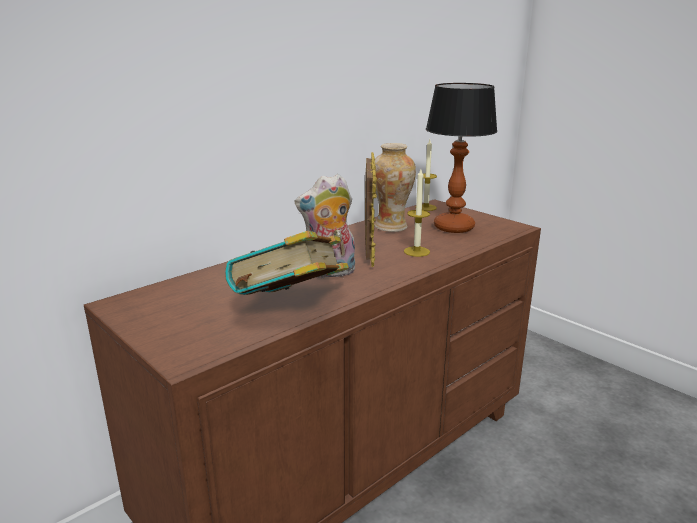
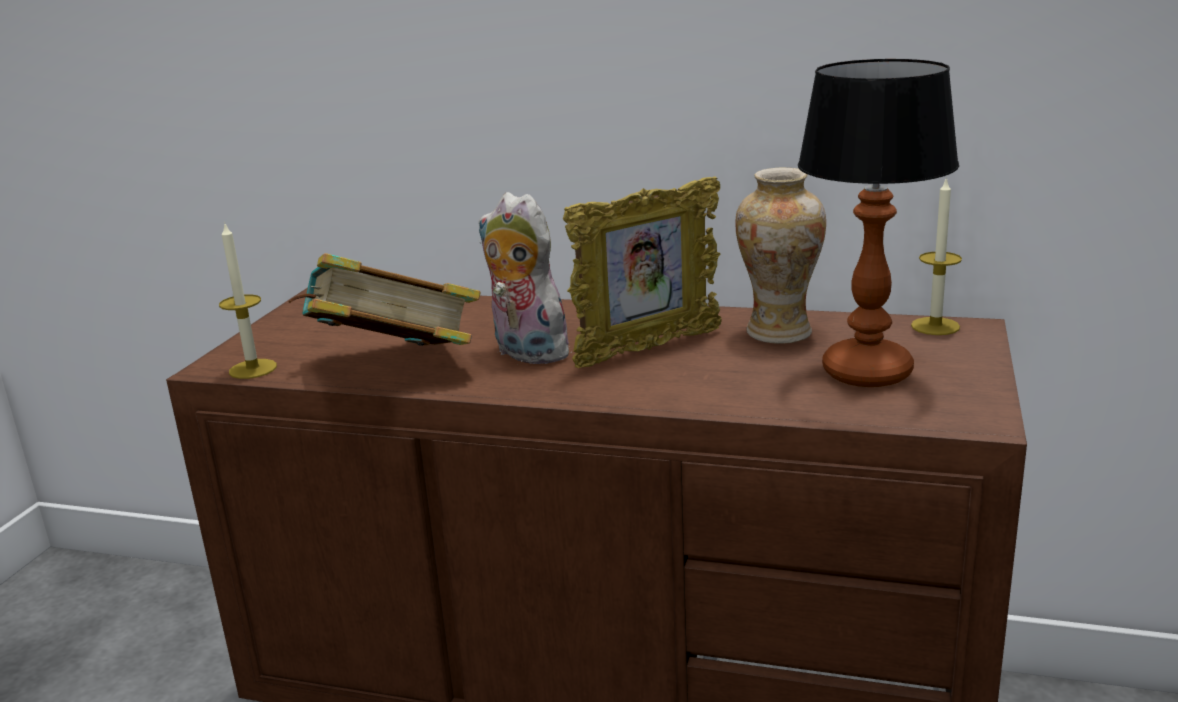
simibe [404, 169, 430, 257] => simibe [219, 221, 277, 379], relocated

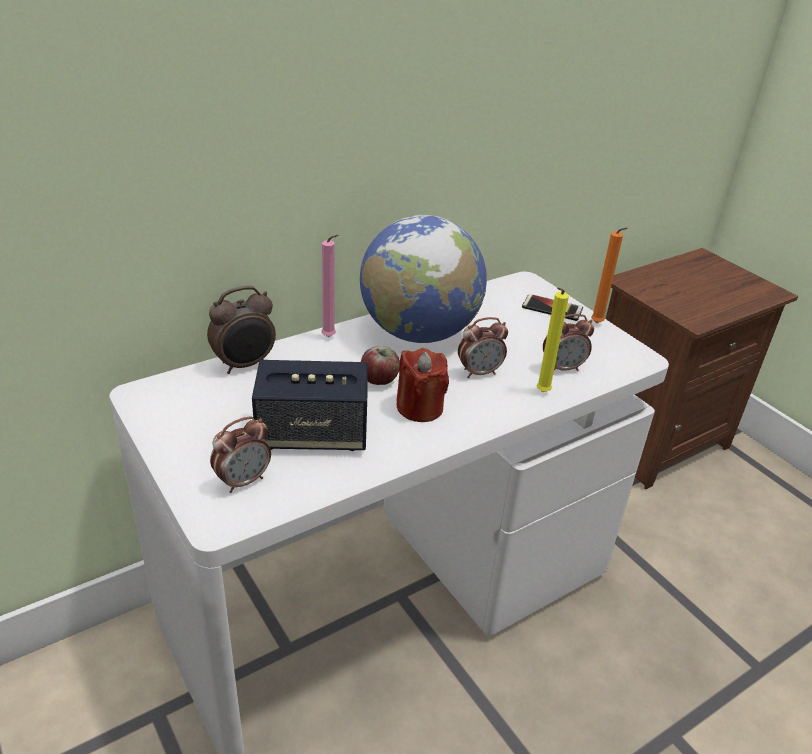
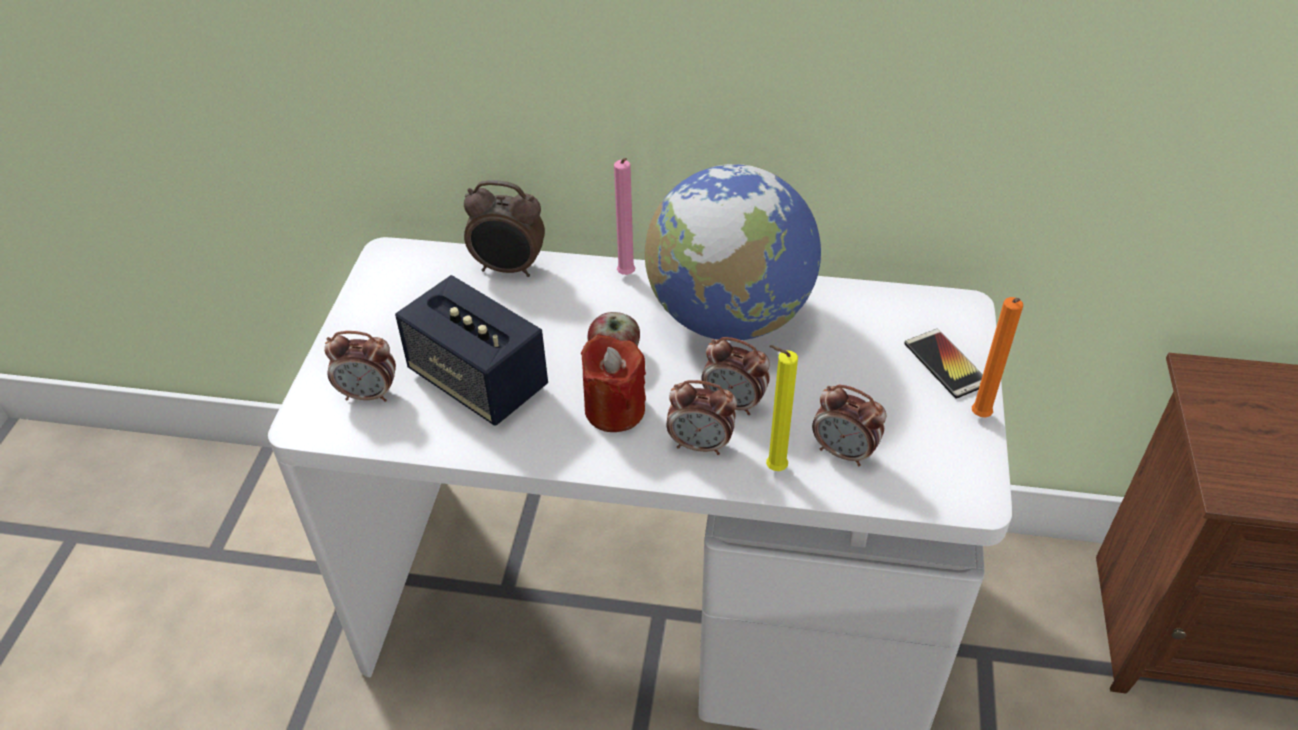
nothing => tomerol [666, 380, 737, 455]

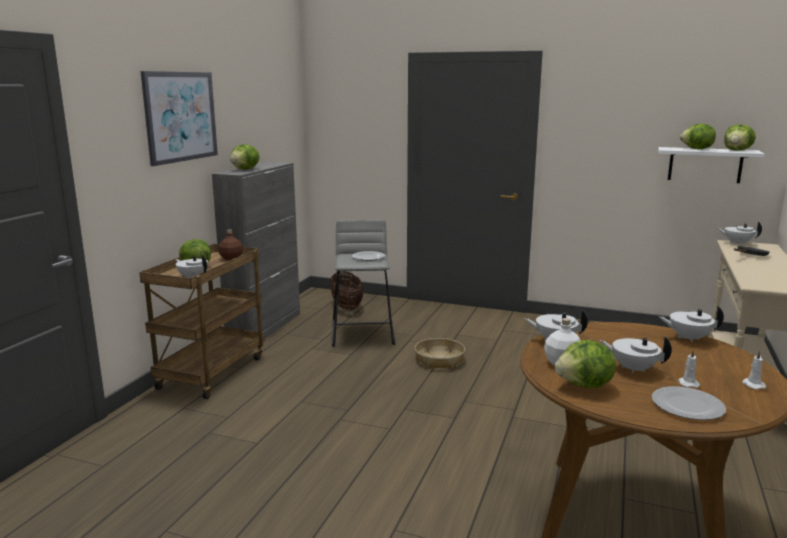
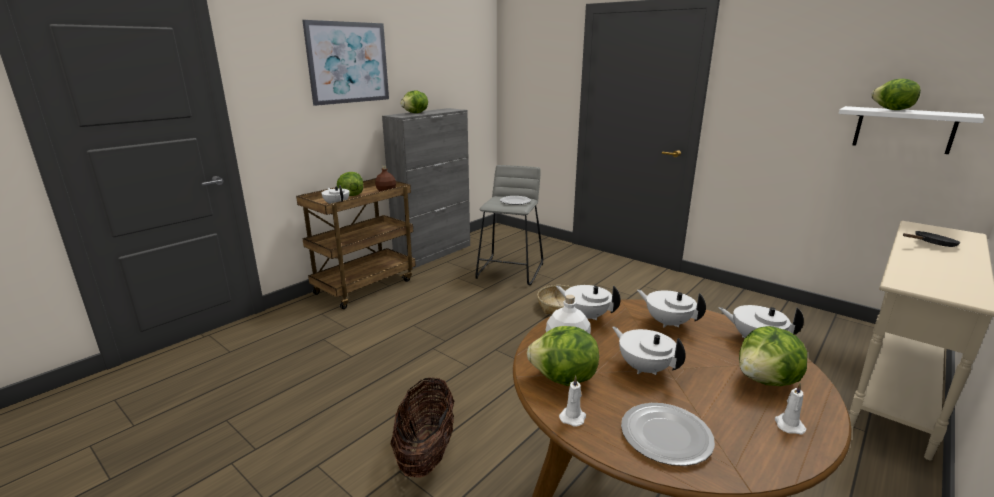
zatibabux [330, 272, 363, 310] => zatibabux [391, 377, 454, 478], relocated
simibe (white) [678, 349, 700, 388] => simibe (white) [559, 376, 586, 427], relocated
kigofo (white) [717, 222, 762, 245] => kigofo (white) [637, 290, 706, 328], relocated
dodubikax [724, 124, 756, 151] => dodubikax [739, 326, 807, 386], relocated

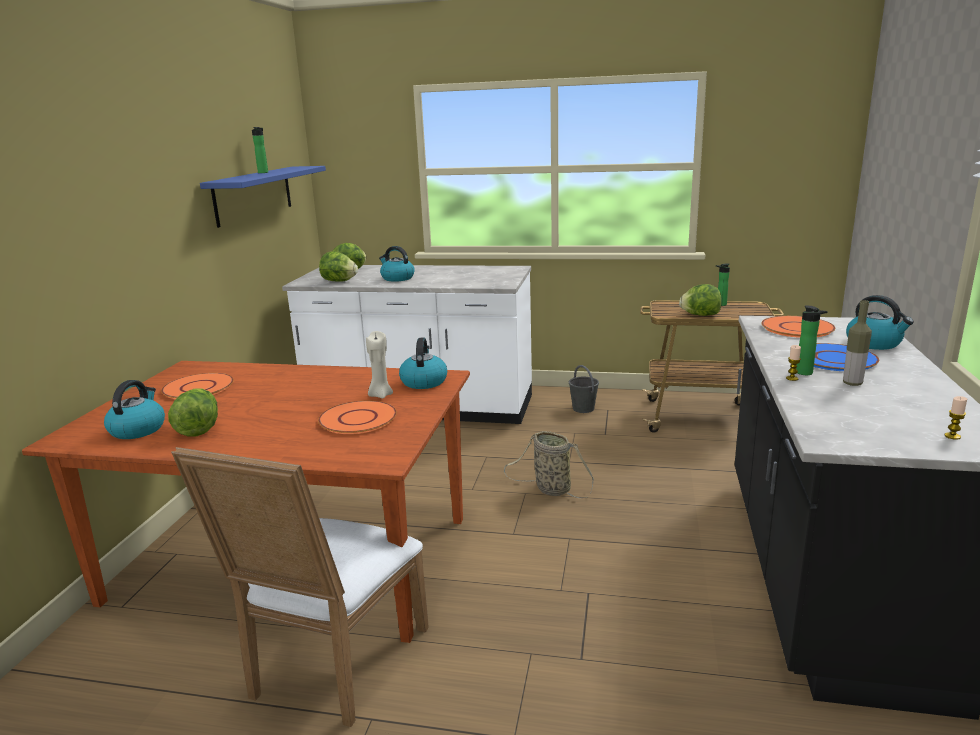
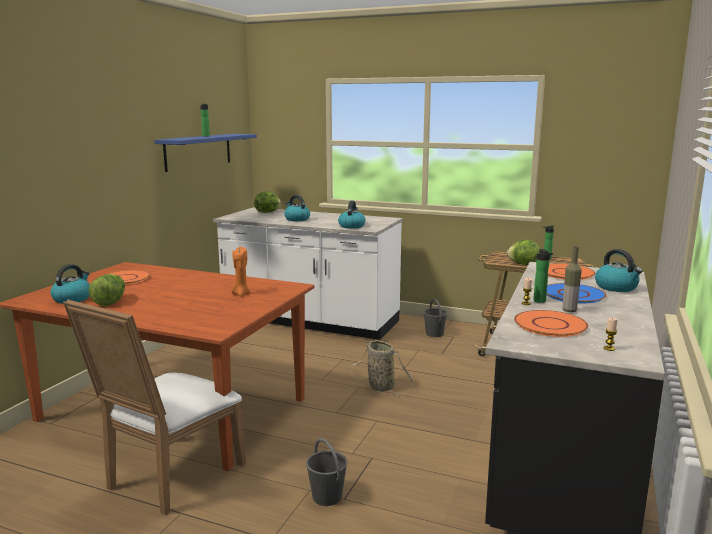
simibe (beige) [366, 331, 393, 399] => simibe (orange) [232, 247, 250, 296]
nothing => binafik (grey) [306, 438, 348, 506]
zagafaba [399, 338, 447, 389] => zagafaba [338, 201, 366, 229], relocated
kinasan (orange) [318, 400, 397, 434] => kinasan (orange) [514, 310, 588, 337], relocated
dodubikax [319, 251, 358, 282] => nothing

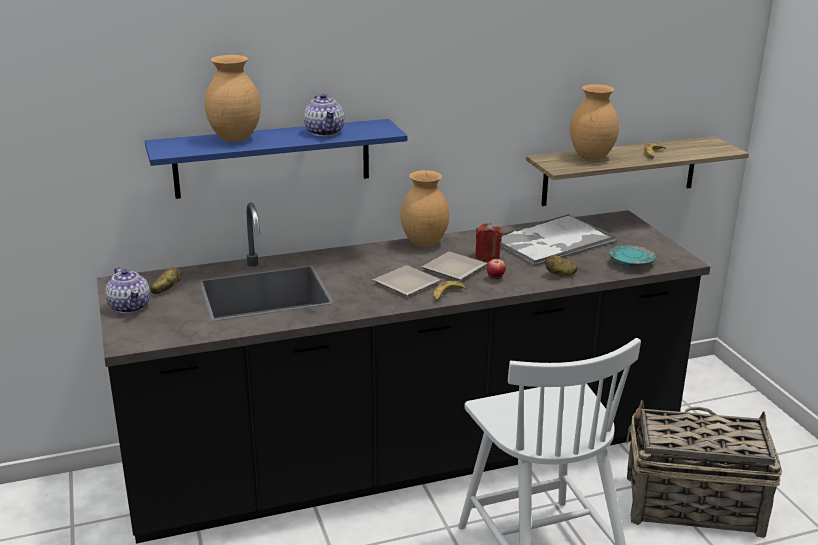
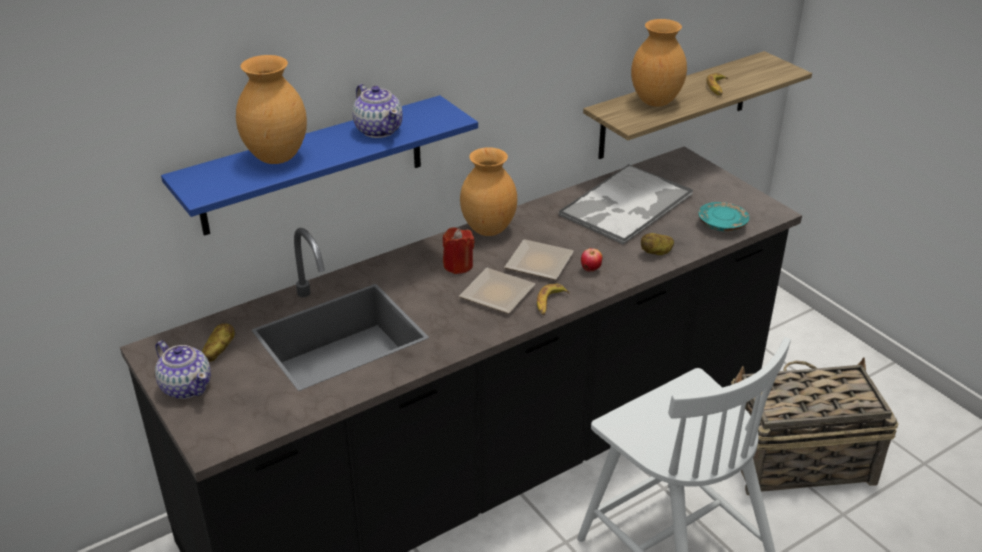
simibe (red) [475, 223, 502, 261] => simibe (red) [443, 227, 475, 274], relocated

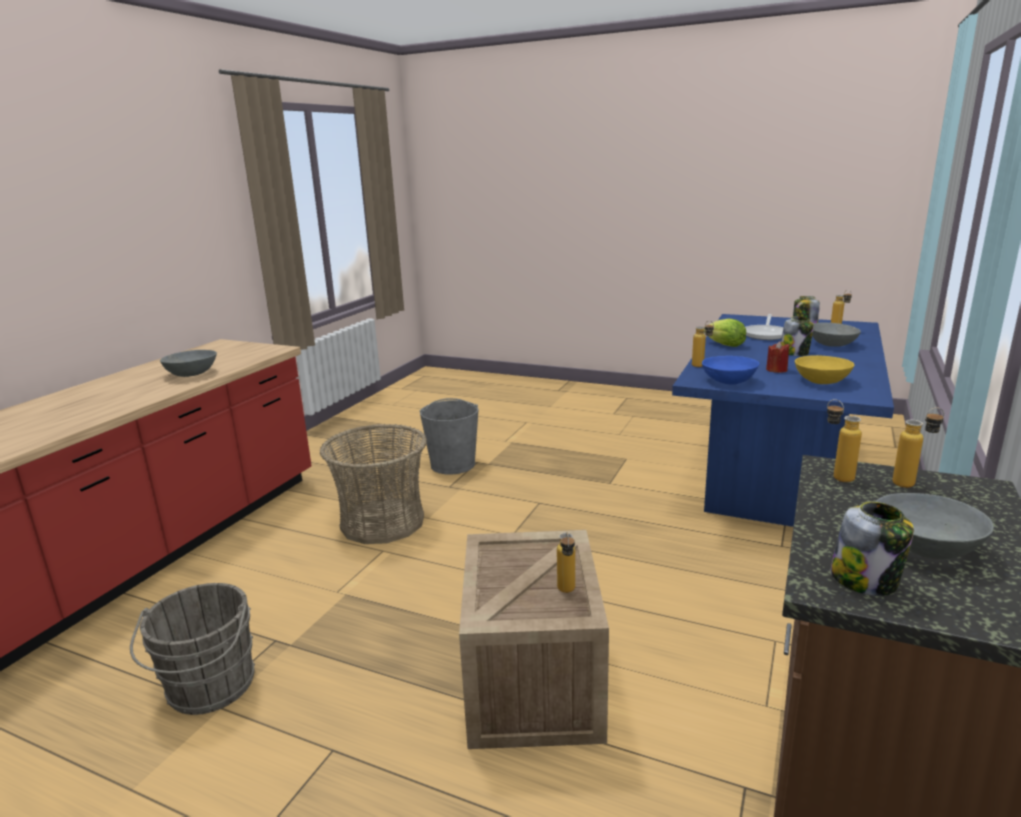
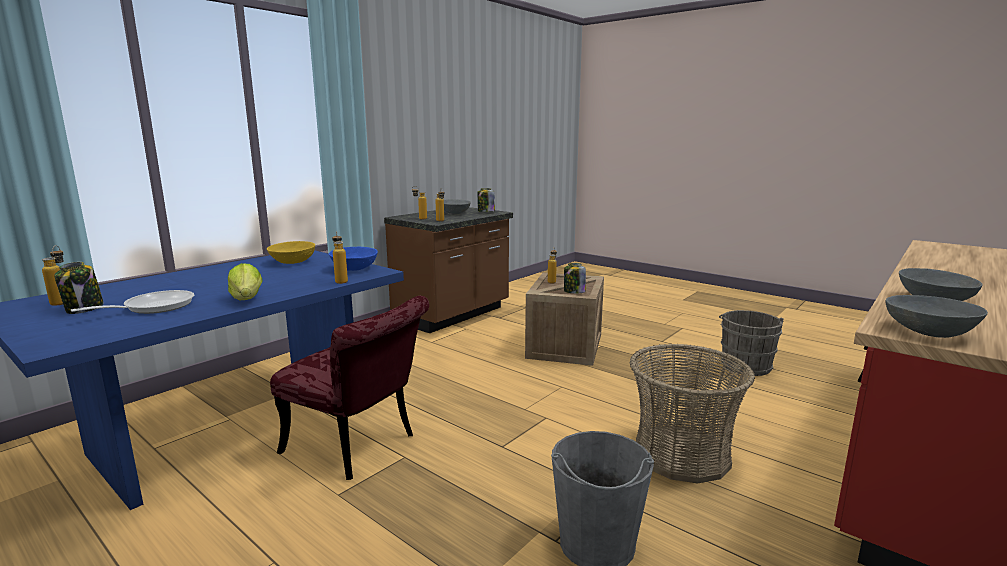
nothing => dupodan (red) [270, 296, 429, 480]
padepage [781, 316, 814, 356] => padepage [564, 263, 586, 293], relocated
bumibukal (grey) [812, 322, 861, 347] => bumibukal (grey) [885, 295, 988, 338], relocated
simibe (red) [766, 341, 789, 373] => nothing

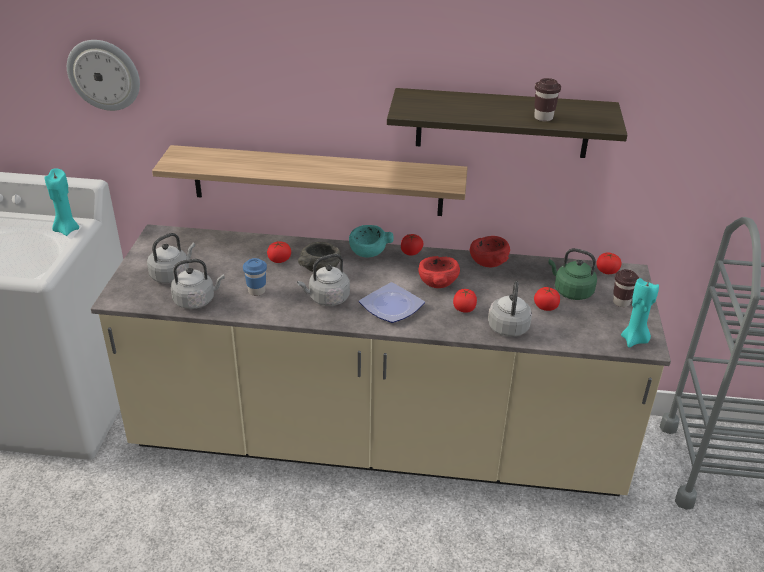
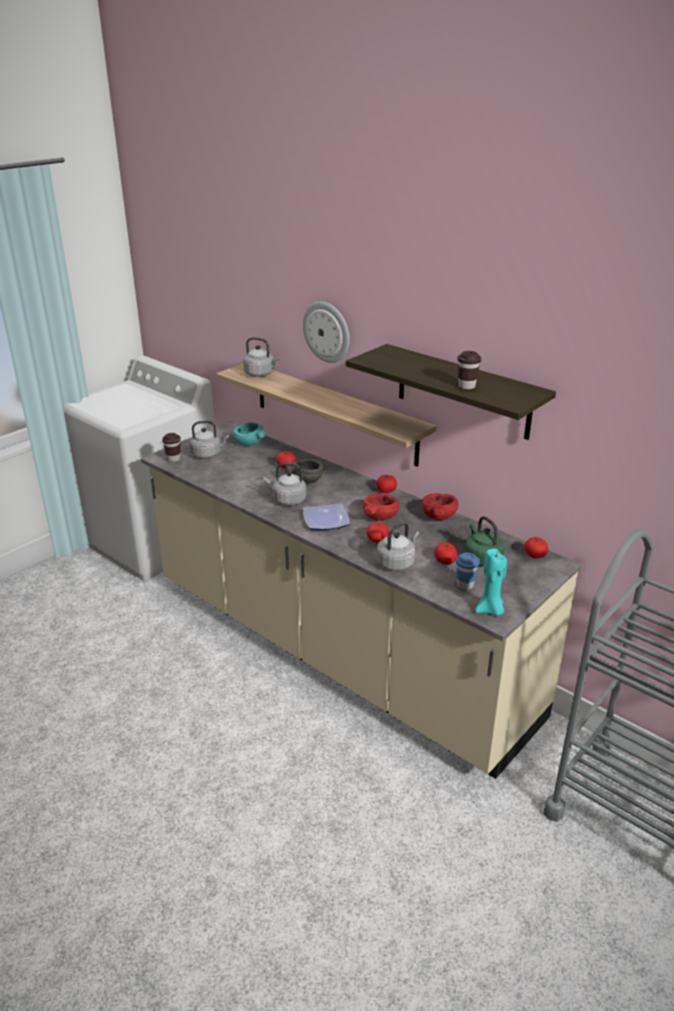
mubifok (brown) [613, 269, 639, 307] => mubifok (brown) [162, 433, 181, 462], relocated
bumibukal (turquoise) [349, 225, 394, 258] => bumibukal (turquoise) [233, 422, 266, 446], relocated
zagafaba (grey) [171, 259, 225, 309] => zagafaba (grey) [243, 337, 281, 377], relocated
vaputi [67, 40, 140, 111] => vaputi [303, 302, 350, 363], relocated
mubifok (blue) [243, 258, 267, 296] => mubifok (blue) [456, 552, 480, 590], relocated
simibe (turquoise) [45, 168, 79, 236] => nothing

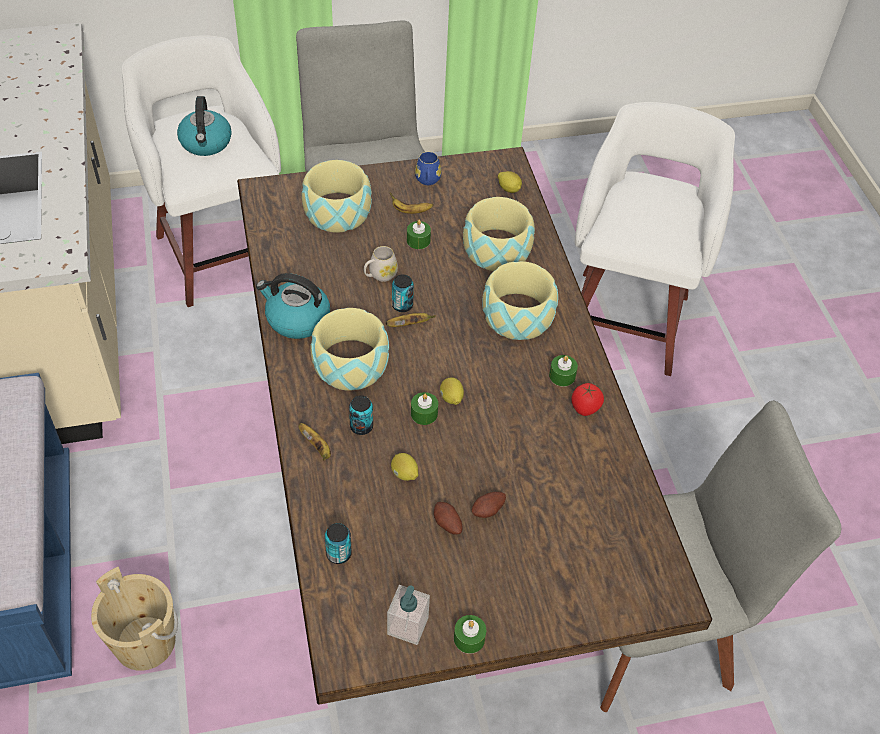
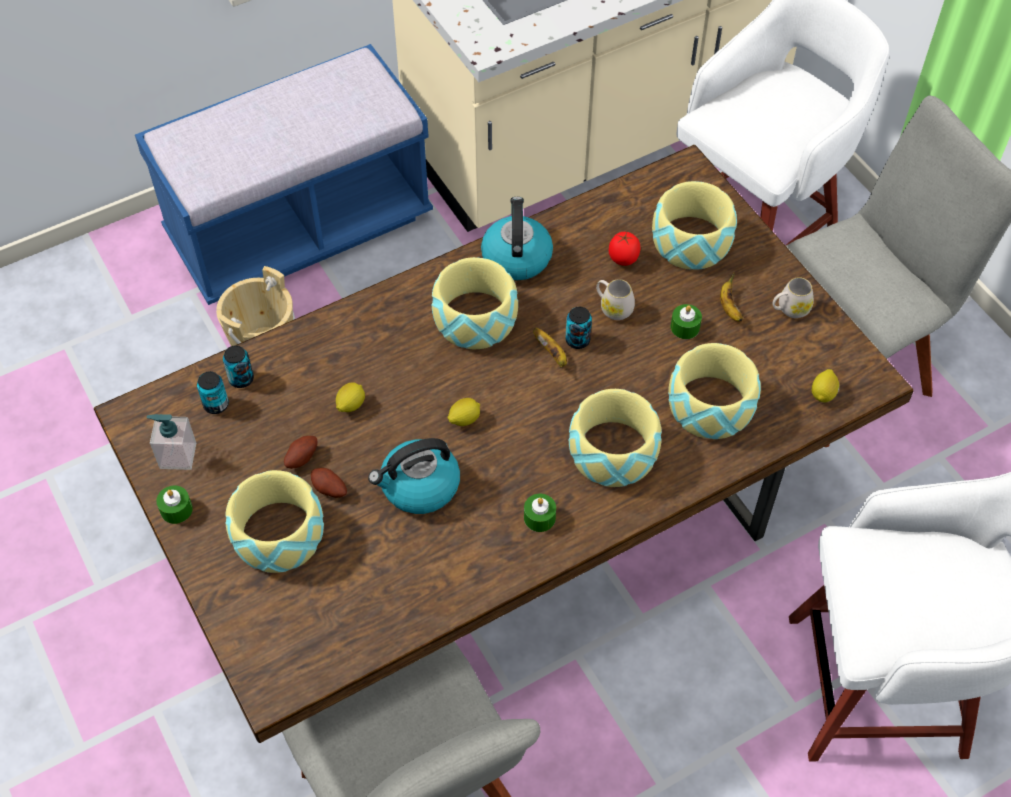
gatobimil [349, 395, 373, 435] => gatobimil [197, 371, 229, 414], relocated
nothing => bumibukal [225, 470, 324, 573]
zagafaba [177, 96, 232, 156] => zagafaba [368, 438, 460, 514], relocated
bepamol [571, 383, 604, 416] => bepamol [609, 232, 641, 266], relocated
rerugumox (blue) [415, 152, 441, 185] => rerugumox (white) [772, 277, 814, 318]
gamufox [298, 423, 331, 460] => nothing
simibe (green) [411, 392, 438, 425] => nothing

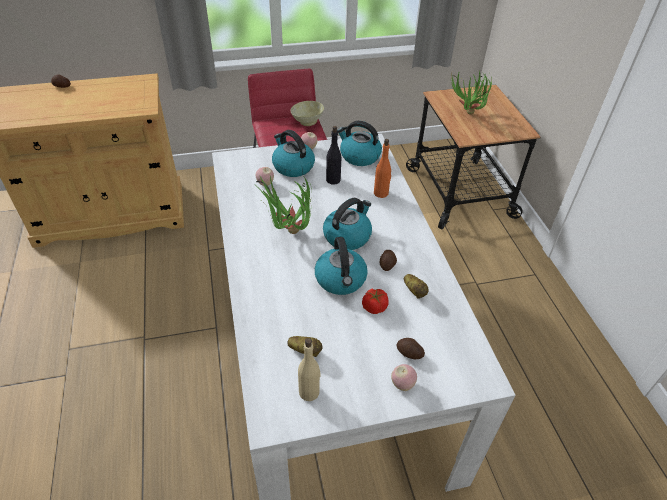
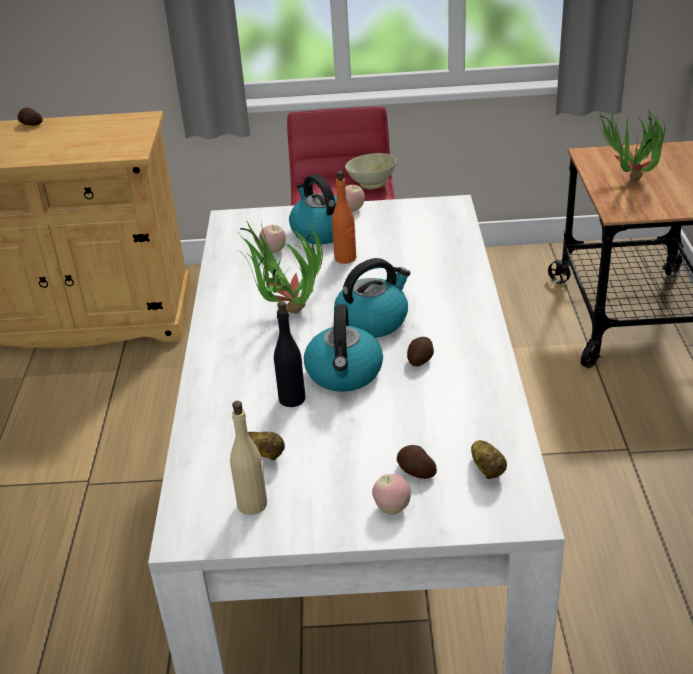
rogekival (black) [326, 126, 341, 185] => rogekival (black) [274, 301, 305, 407], relocated
rogekival (orange) [374, 139, 391, 198] => rogekival (orange) [332, 171, 356, 264], relocated
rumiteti [404, 274, 429, 299] => rumiteti [471, 440, 507, 479], relocated
zagafaba [337, 121, 382, 166] => nothing
bepamol [362, 289, 389, 314] => nothing

